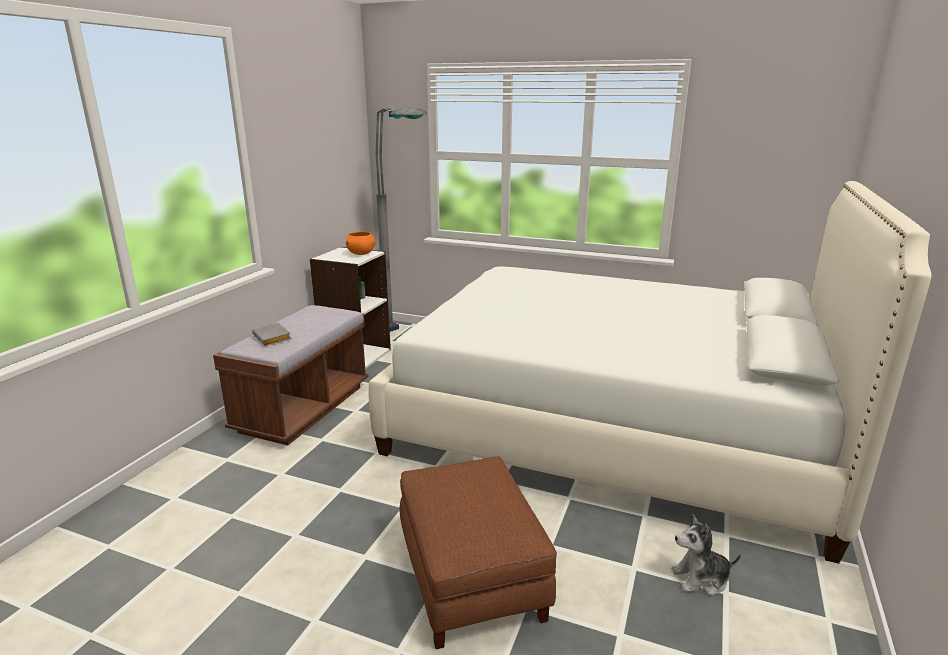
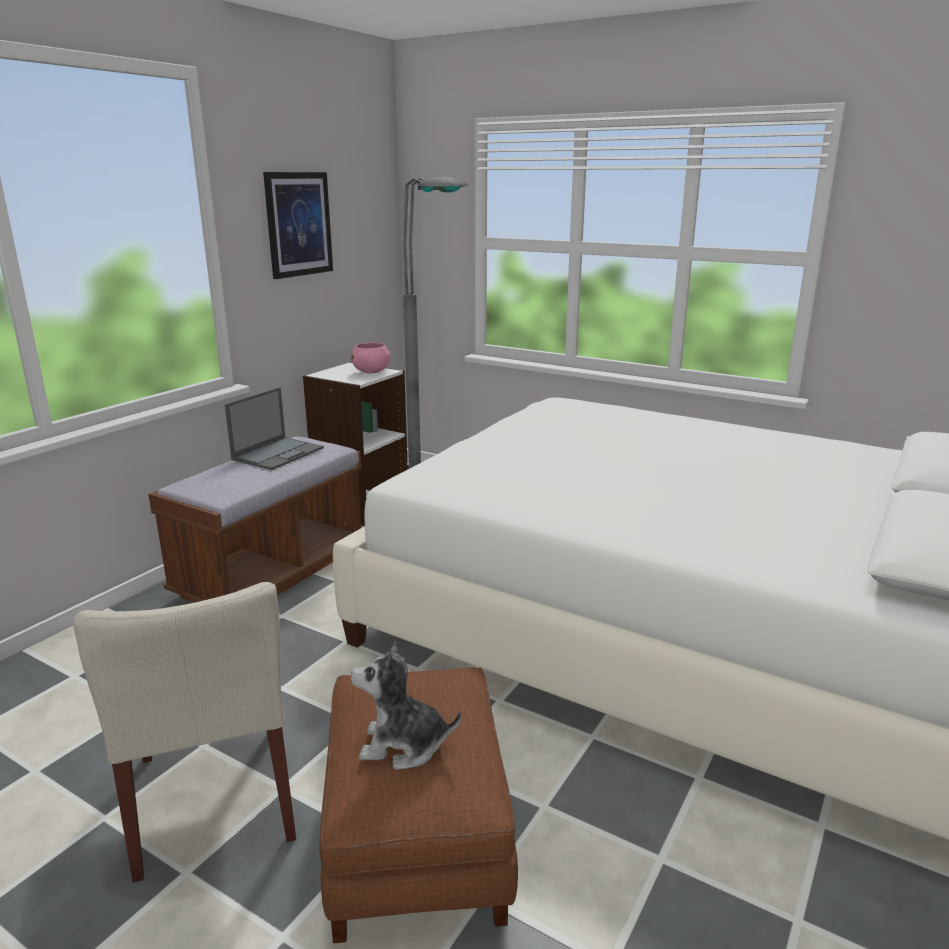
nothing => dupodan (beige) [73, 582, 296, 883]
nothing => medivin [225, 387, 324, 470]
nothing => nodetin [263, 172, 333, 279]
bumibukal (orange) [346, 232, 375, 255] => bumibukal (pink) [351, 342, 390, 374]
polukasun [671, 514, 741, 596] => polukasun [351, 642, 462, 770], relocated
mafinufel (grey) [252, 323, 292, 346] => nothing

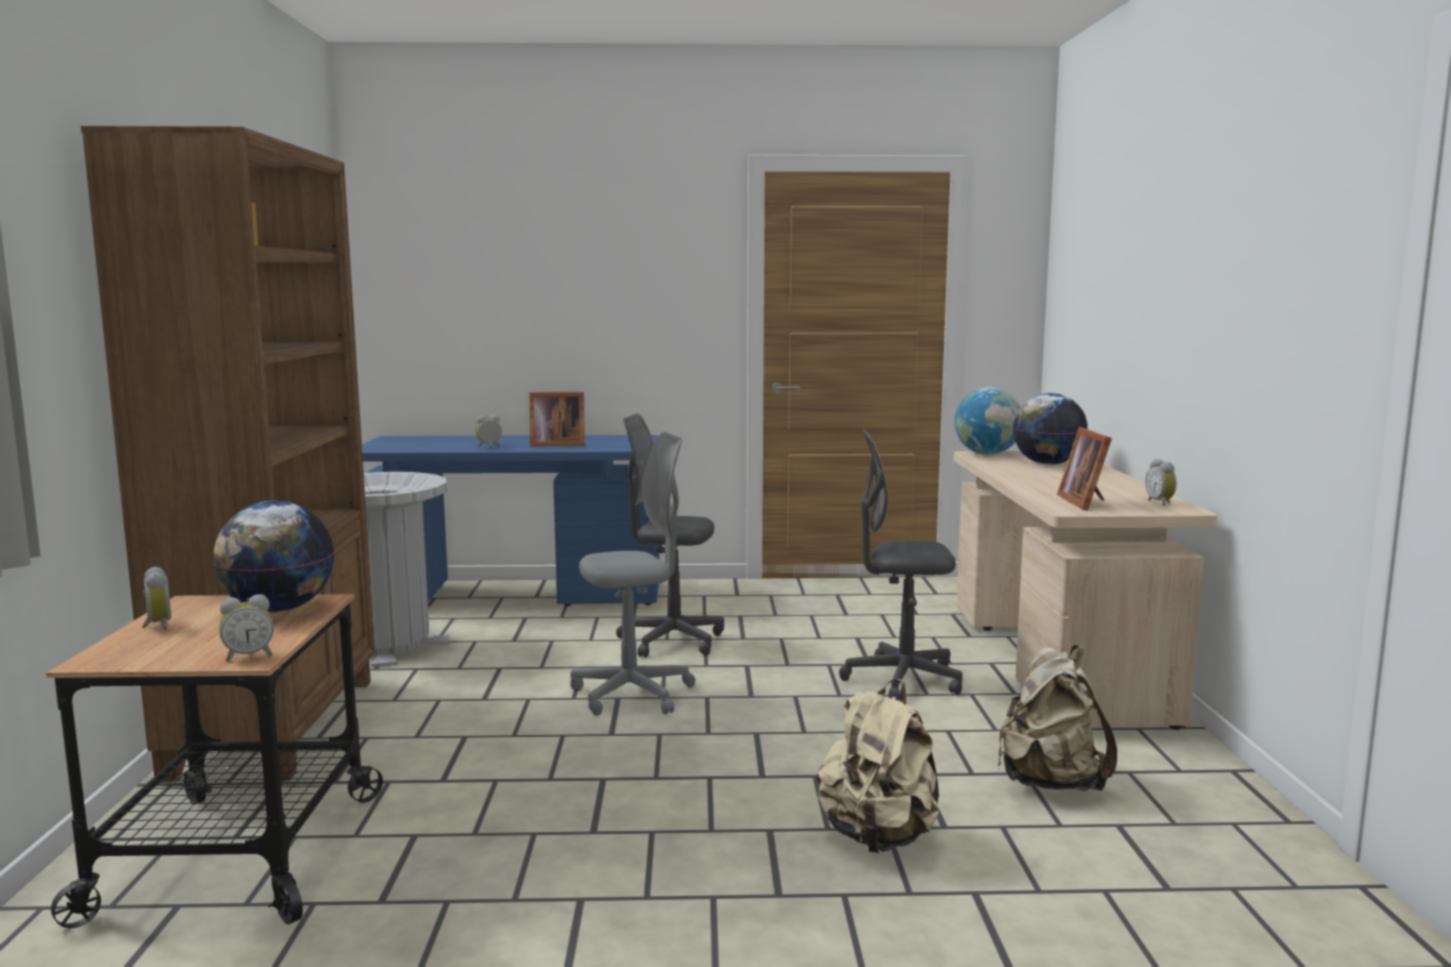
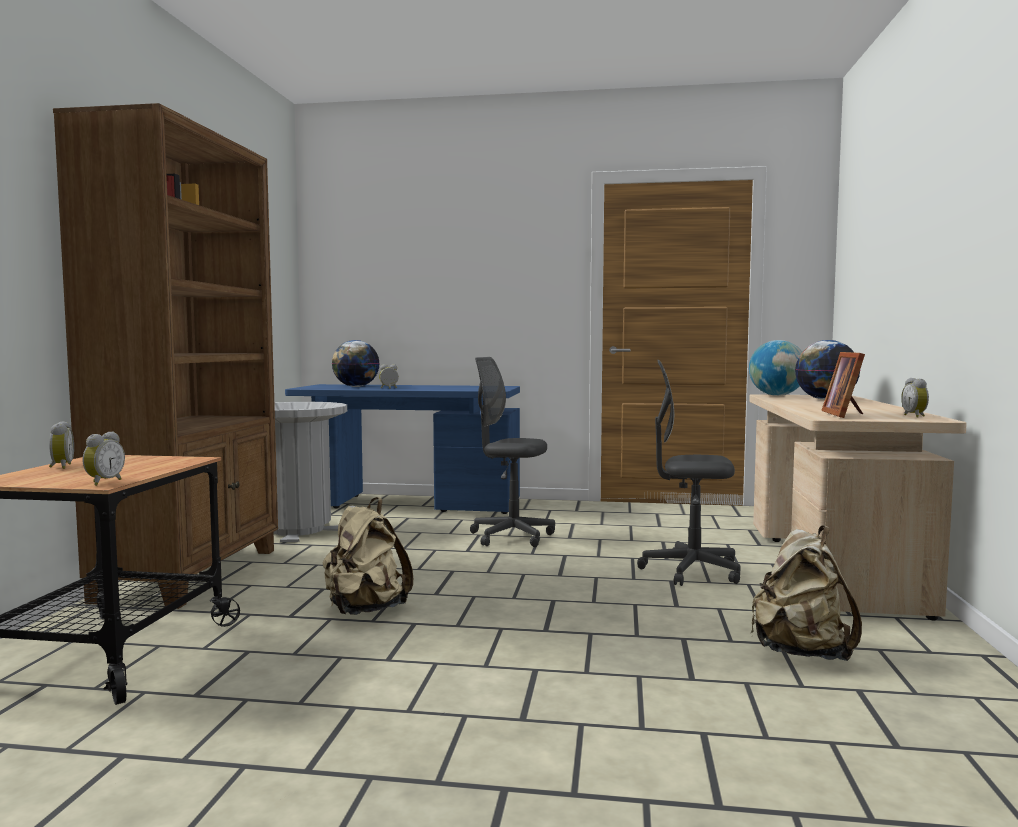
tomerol [219, 594, 274, 661] => tomerol [83, 431, 125, 486], 60 degrees counterclockwise
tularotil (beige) [817, 679, 939, 853] => tularotil (beige) [322, 497, 413, 615], relocated
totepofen [213, 501, 334, 612] => totepofen [332, 340, 380, 387], relocated
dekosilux [529, 392, 585, 447] => nothing
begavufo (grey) [570, 432, 695, 716] => nothing

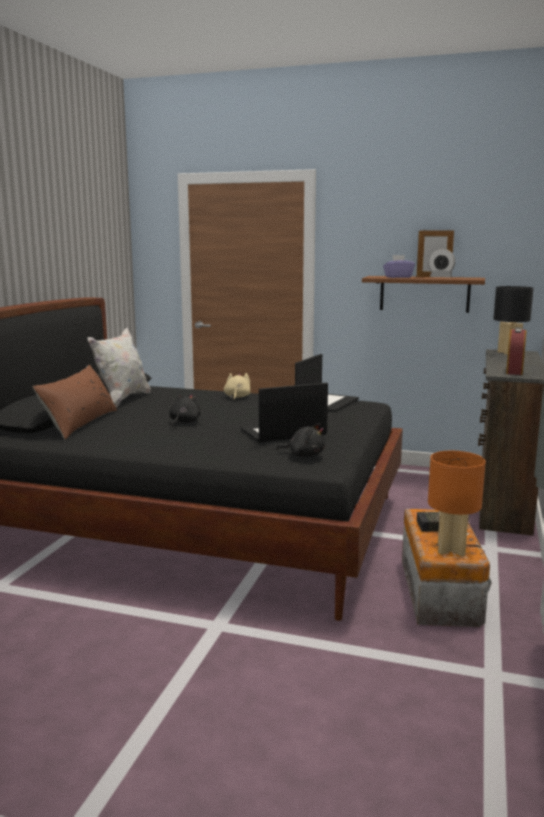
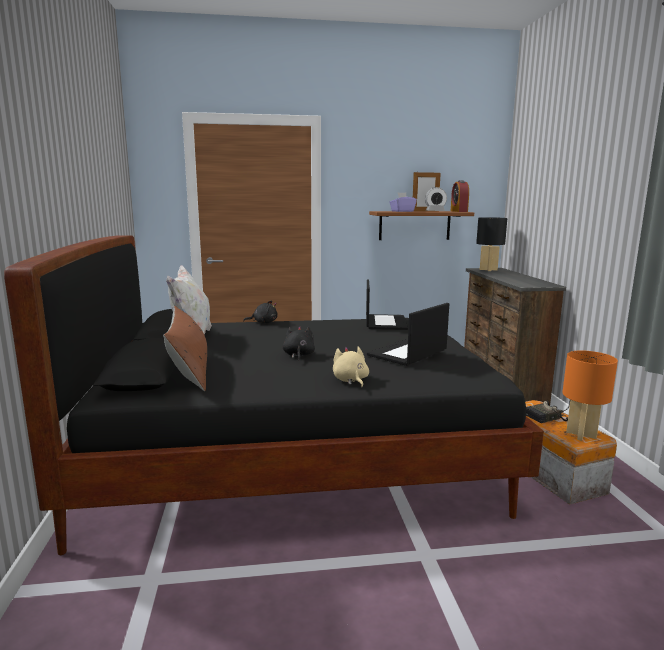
polukasun (black) [276, 423, 325, 457] => polukasun (black) [243, 301, 278, 324], relocated
polukasun (beige) [224, 373, 251, 400] => polukasun (beige) [333, 346, 369, 388], relocated
tomerol [506, 327, 526, 375] => tomerol [451, 180, 469, 212], relocated

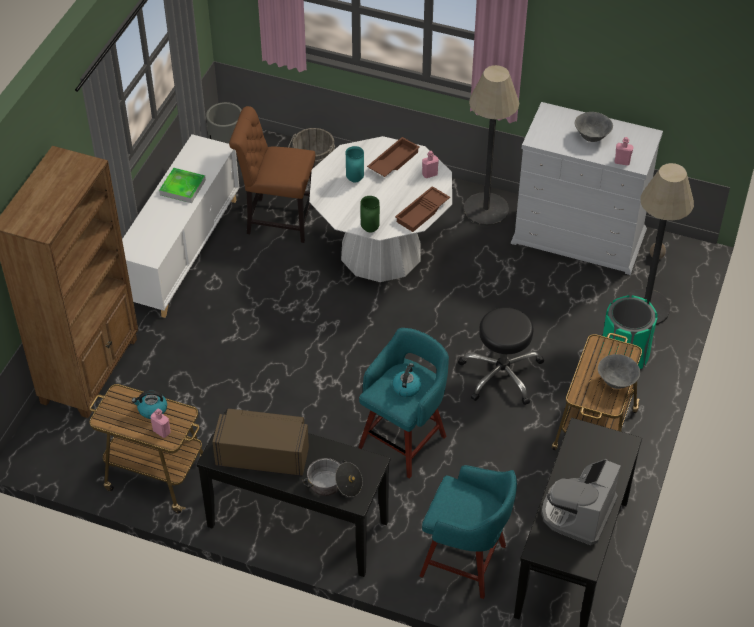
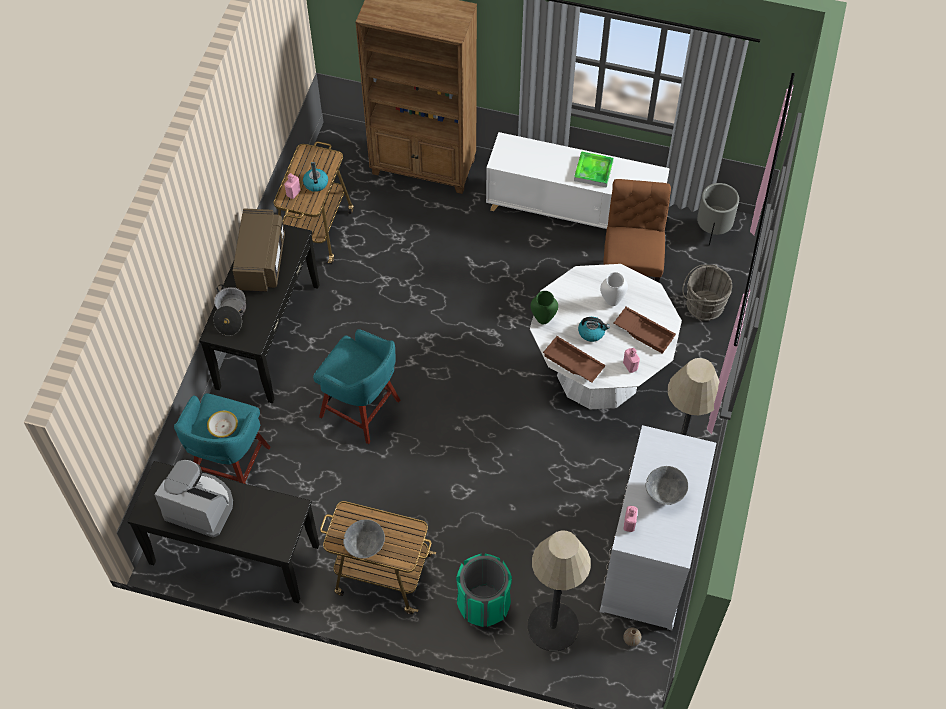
nothing => bumibukal [207, 410, 238, 438]
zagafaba [392, 363, 422, 397] => zagafaba [578, 317, 610, 342], relocated
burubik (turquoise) [346, 146, 364, 182] => burubik (white) [600, 272, 628, 306]
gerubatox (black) [458, 307, 544, 405] => nothing

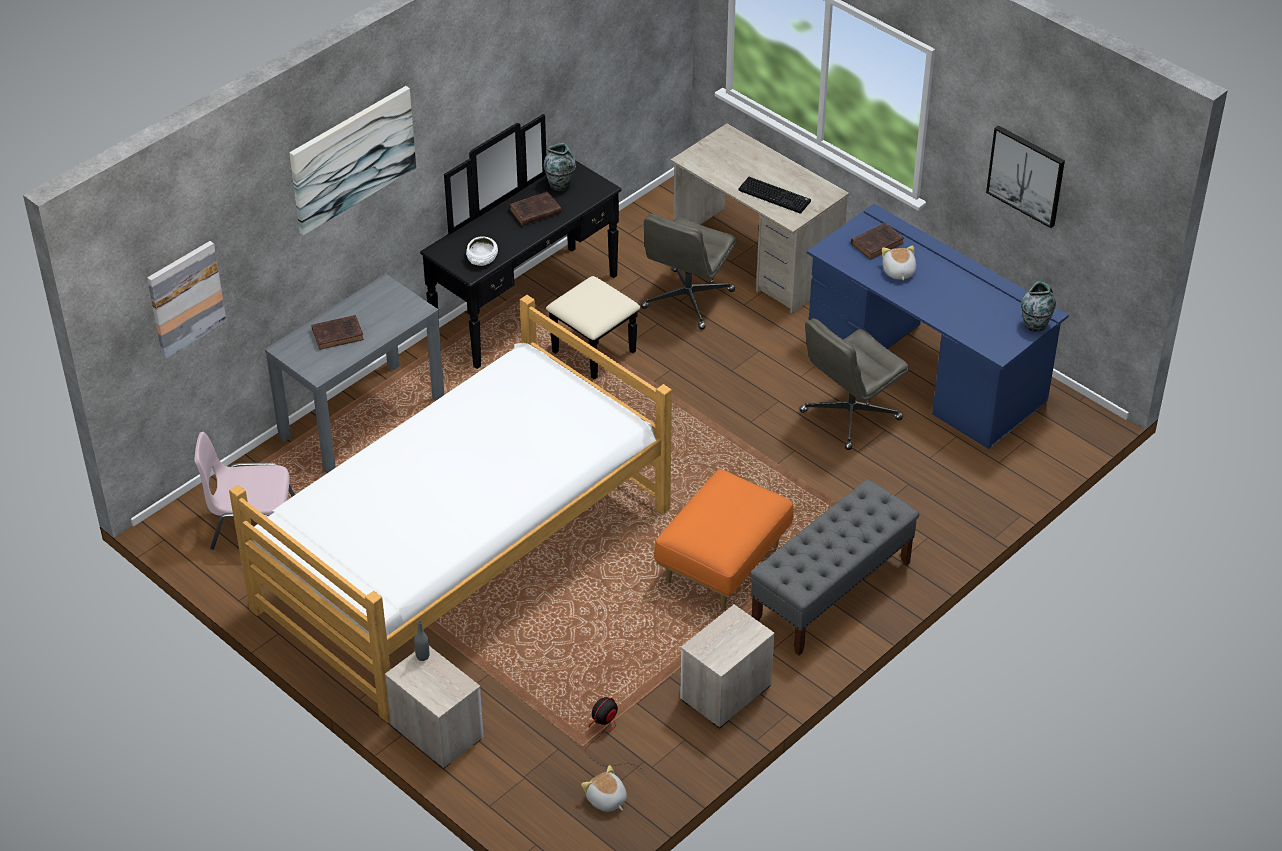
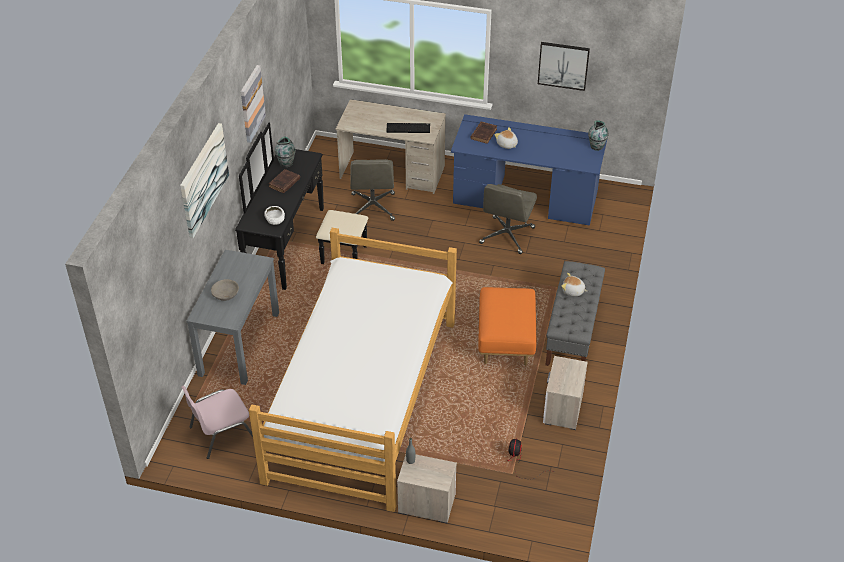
mafinufel (brown) [311, 315, 364, 350] => bumibukal (grey) [211, 279, 239, 301]
nodetin [147, 241, 227, 359] => nodetin [241, 65, 266, 143], relocated
polukasun [581, 765, 627, 812] => polukasun [561, 273, 587, 296], relocated

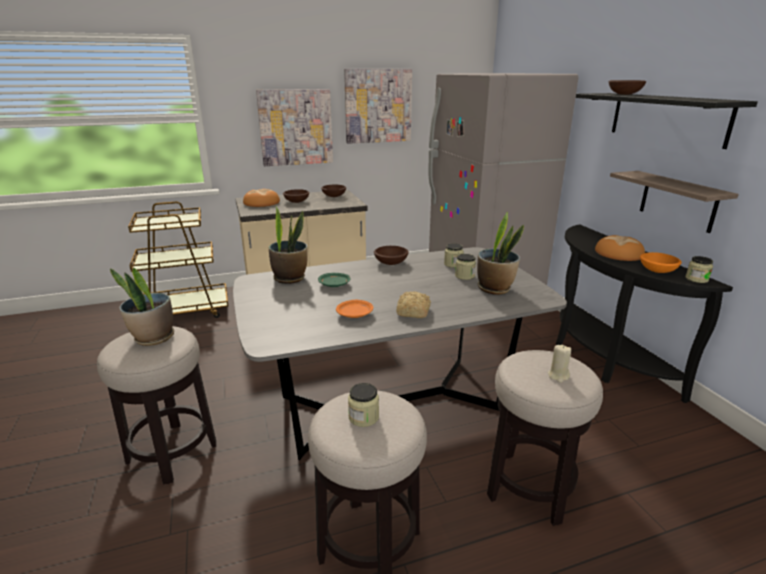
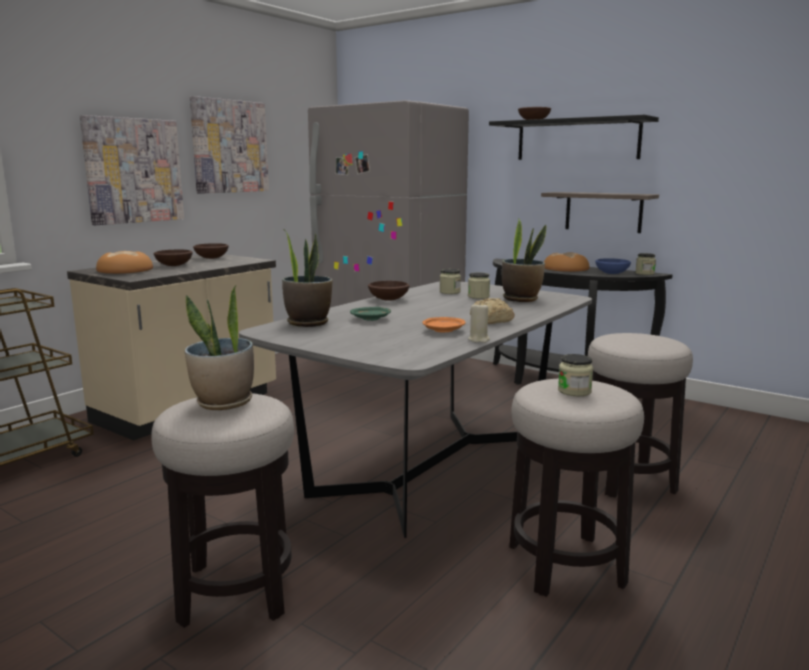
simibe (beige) [548, 345, 571, 383] => simibe (beige) [468, 303, 490, 343], relocated
bumibukal (orange) [640, 252, 682, 273] => bumibukal (blue) [595, 258, 631, 274]

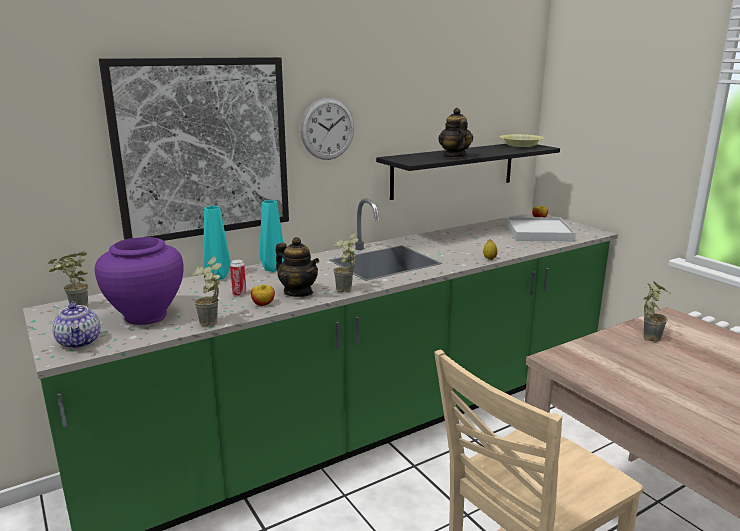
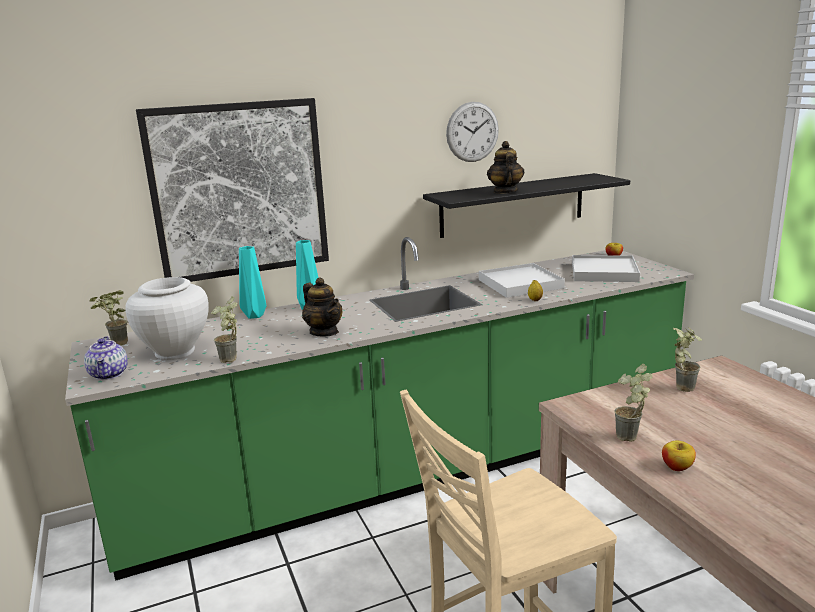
burubik (purple) [95, 237, 183, 325] => burubik (white) [125, 277, 209, 360]
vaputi [300, 98, 354, 160] => vaputi [446, 102, 499, 162], relocated
nothing => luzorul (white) [479, 263, 565, 298]
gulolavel [333, 232, 359, 293] => gulolavel [614, 364, 653, 442], relocated
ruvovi [251, 285, 275, 306] => ruvovi [662, 441, 696, 471], relocated
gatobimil [230, 260, 246, 297] => nothing
bumibukal (yellow) [499, 134, 544, 147] => nothing

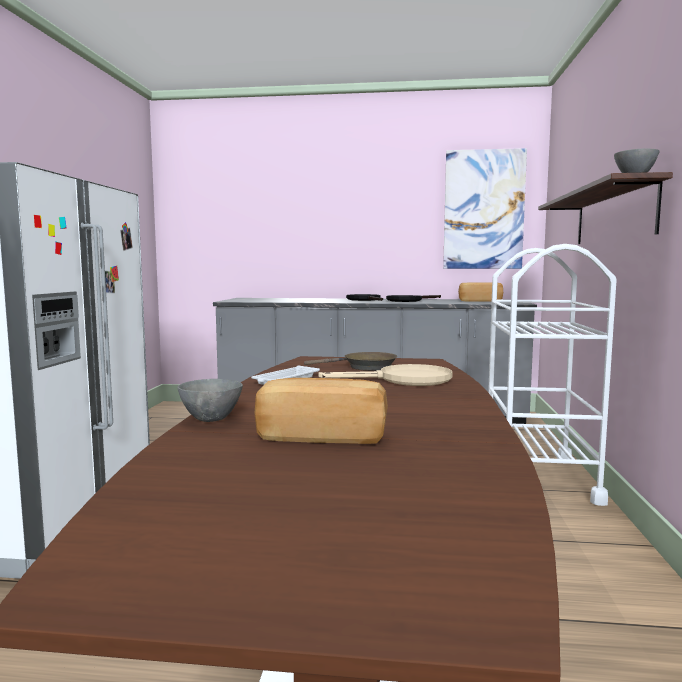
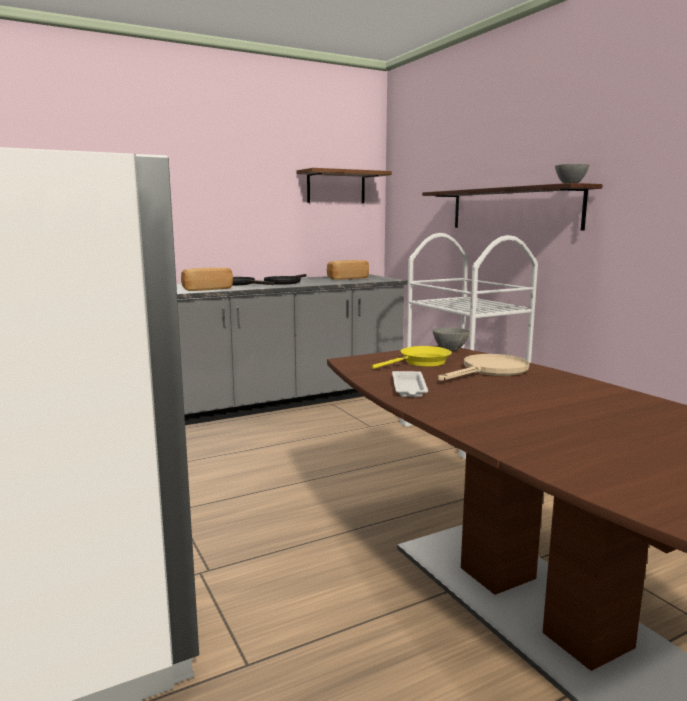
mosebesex [255, 378, 388, 444] => mosebesex [181, 267, 233, 291], relocated
nodetin [443, 148, 527, 269] => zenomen [296, 168, 392, 203]
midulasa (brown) [304, 352, 397, 371] => midulasa (yellow) [372, 346, 452, 369]
bumibukal (grey) [177, 379, 243, 422] => bumibukal (grey) [432, 327, 470, 351], relocated

